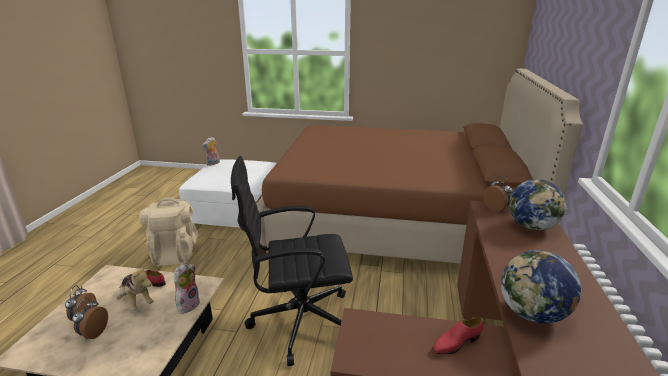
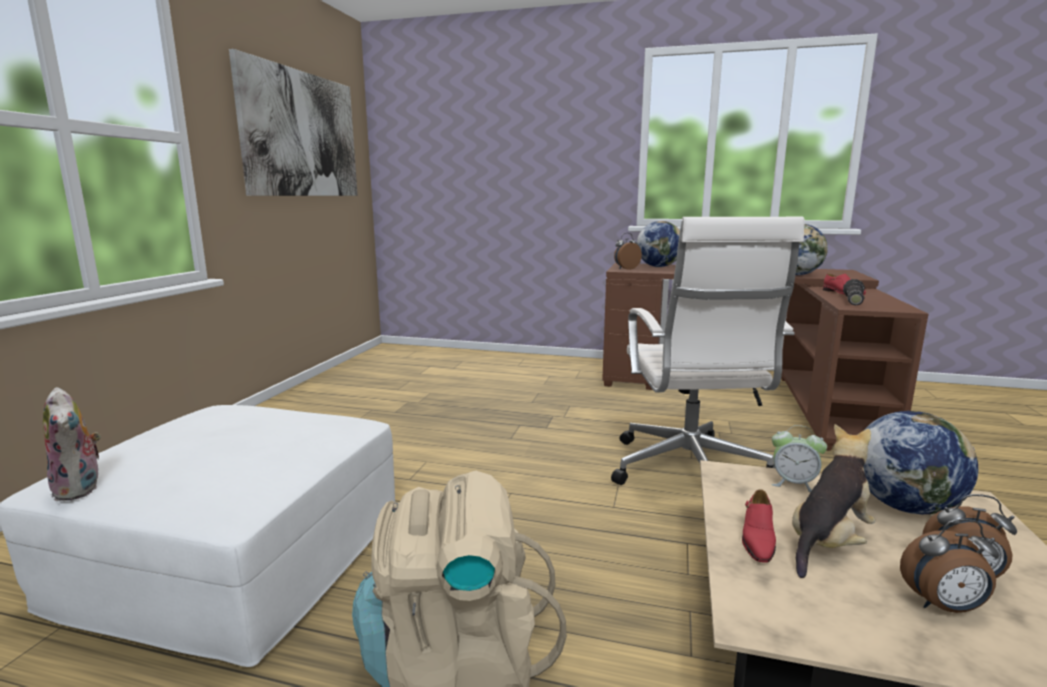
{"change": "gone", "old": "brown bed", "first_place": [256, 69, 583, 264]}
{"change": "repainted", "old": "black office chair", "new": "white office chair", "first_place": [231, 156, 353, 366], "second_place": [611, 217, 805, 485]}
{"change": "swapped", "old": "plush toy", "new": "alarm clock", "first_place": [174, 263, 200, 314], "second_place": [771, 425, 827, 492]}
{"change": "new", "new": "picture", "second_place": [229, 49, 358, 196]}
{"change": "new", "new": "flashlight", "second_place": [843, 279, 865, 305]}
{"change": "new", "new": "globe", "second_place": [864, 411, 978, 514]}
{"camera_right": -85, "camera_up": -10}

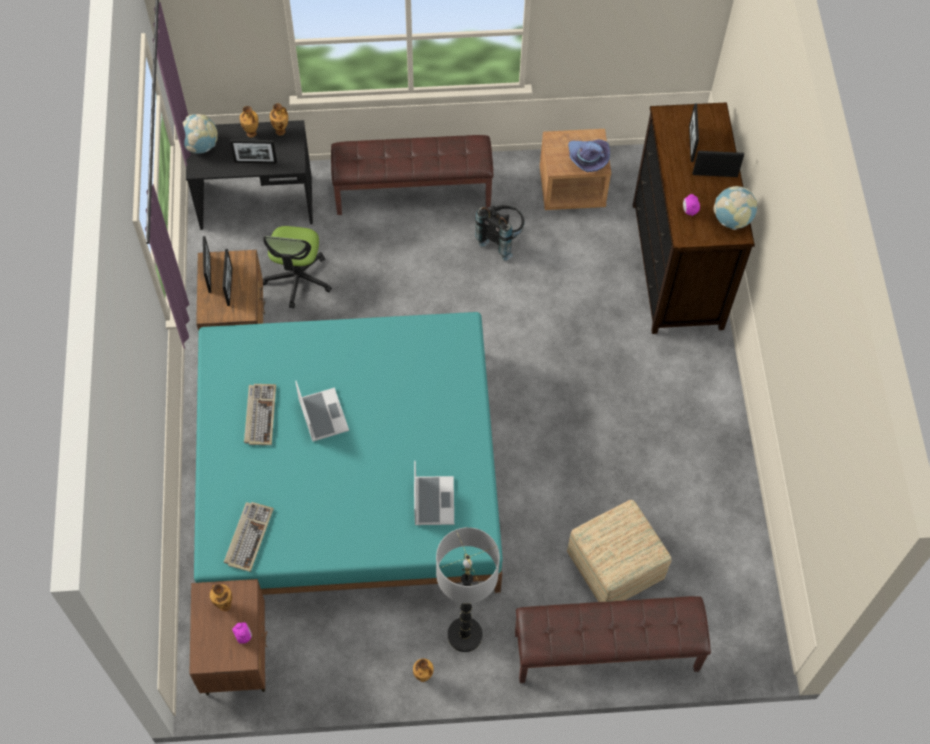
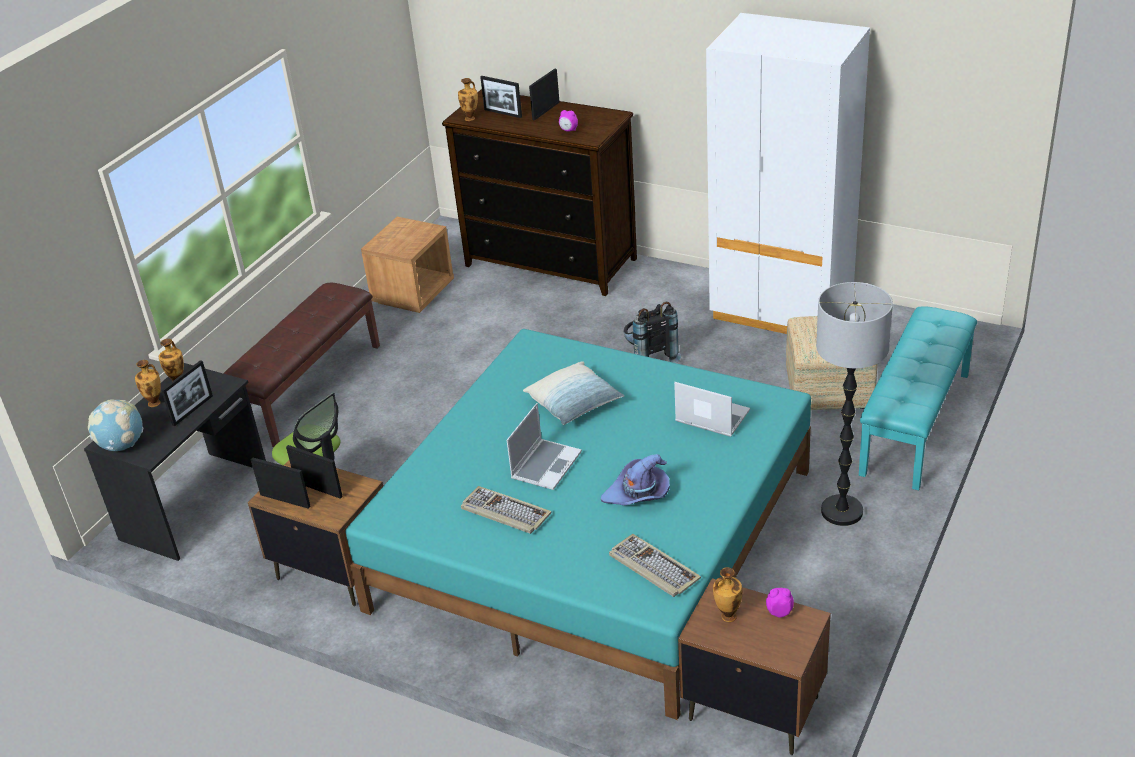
{"change": "shifted", "old": "purple hat", "first_place": [568, 139, 610, 172], "second_place": [601, 454, 670, 506]}
{"change": "gone", "old": "globe", "first_place": [713, 186, 757, 230]}
{"change": "shifted", "old": "black backpack", "first_place": [475, 205, 525, 261], "second_place": [624, 302, 681, 363]}
{"change": "rotated", "old": "laptop", "first_place": [295, 381, 349, 442], "second_place": [507, 403, 582, 490], "degrees": 105}
{"change": "repainted", "old": "brown bench", "new": "turquoise bench", "first_place": [515, 596, 711, 683], "second_place": [859, 307, 977, 490]}
{"change": "shifted", "old": "vase", "first_place": [413, 659, 434, 682], "second_place": [458, 78, 478, 121]}
{"change": "new", "new": "white wardrobe", "second_place": [706, 13, 870, 334]}
{"change": "new", "new": "pillow", "second_place": [523, 361, 624, 425]}
{"camera_right": -55, "camera_up": -25}

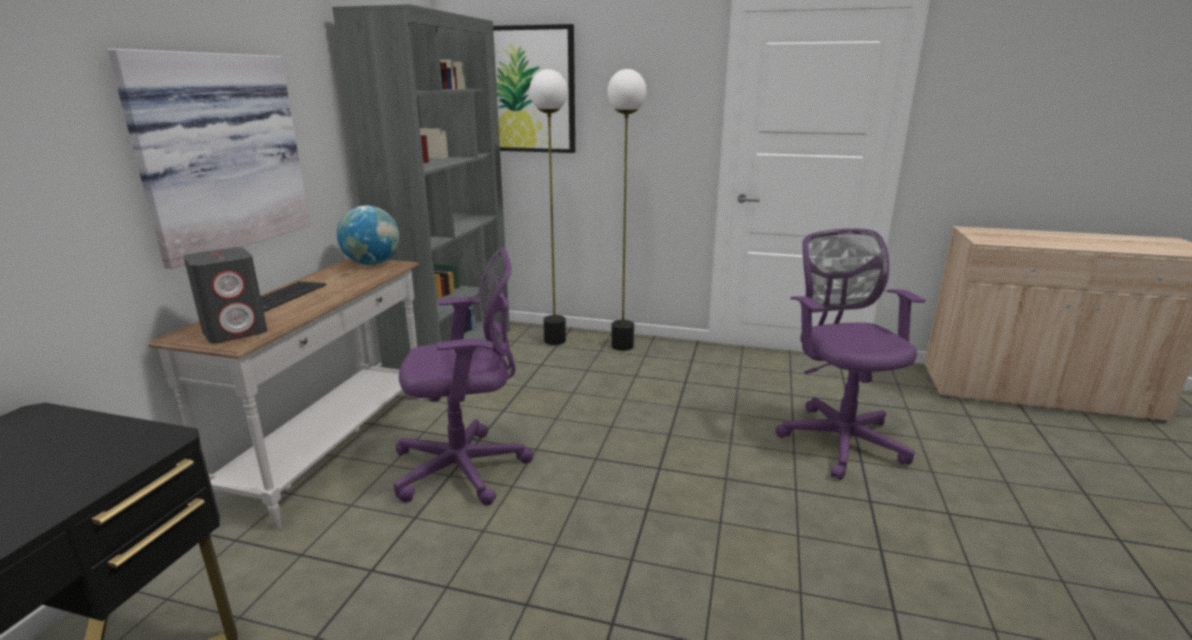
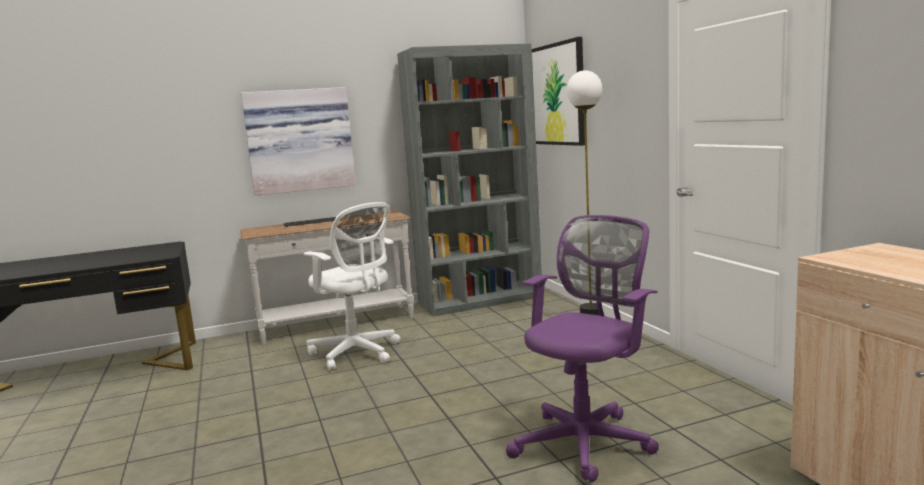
{"change": "gone", "old": "floor lamp", "first_place": [529, 69, 568, 345]}
{"change": "gone", "old": "globe", "first_place": [337, 206, 400, 265]}
{"change": "gone", "old": "grey speaker", "first_place": [183, 247, 267, 344]}
{"change": "repainted", "old": "purple office chair", "new": "white office chair", "first_place": [393, 247, 533, 506], "second_place": [303, 202, 400, 371]}
{"camera_right": 55, "camera_up": -10}

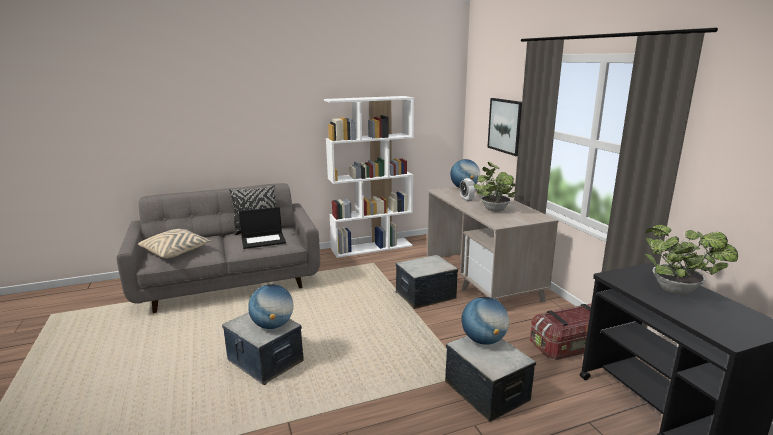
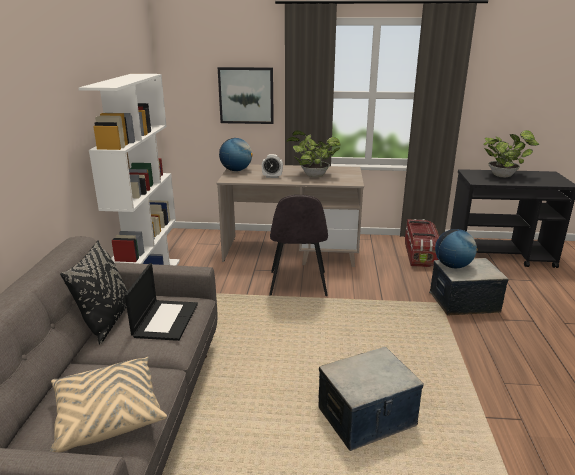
{"change": "swapped", "old": "storage box", "new": "grey chair", "first_place": [395, 255, 458, 309], "second_place": [269, 195, 328, 296]}
{"change": "gone", "old": "globe", "first_place": [248, 284, 294, 329]}
{"camera_right": -65, "camera_up": 5}

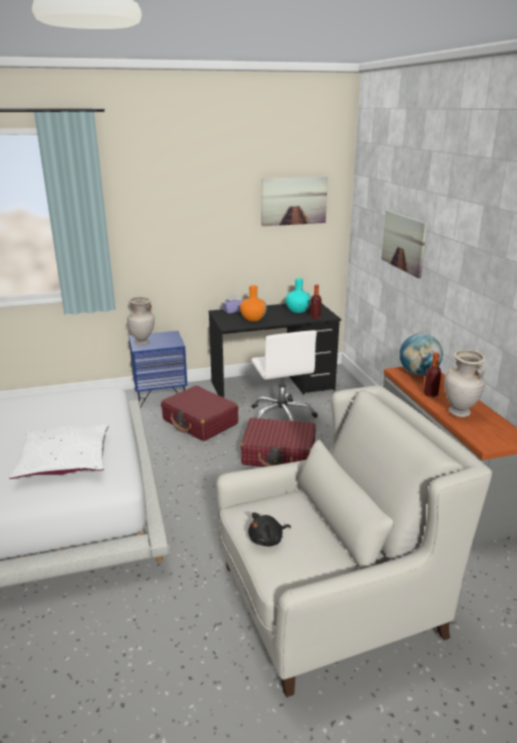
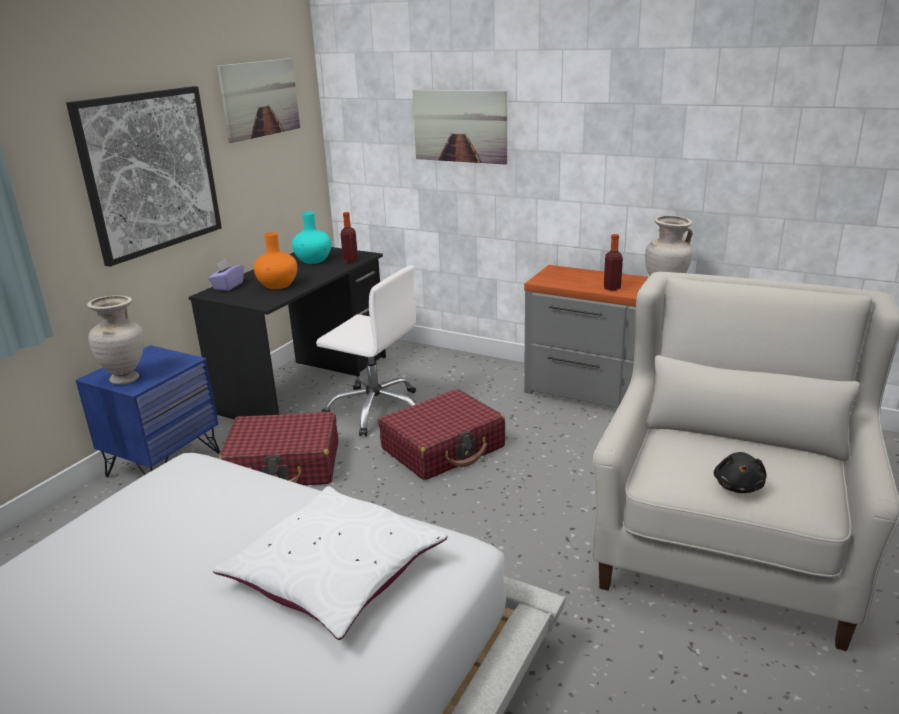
{"change": "gone", "old": "globe", "first_place": [399, 333, 443, 375]}
{"change": "new", "new": "picture", "second_place": [66, 86, 222, 267]}
{"camera_right": -45, "camera_up": 0}

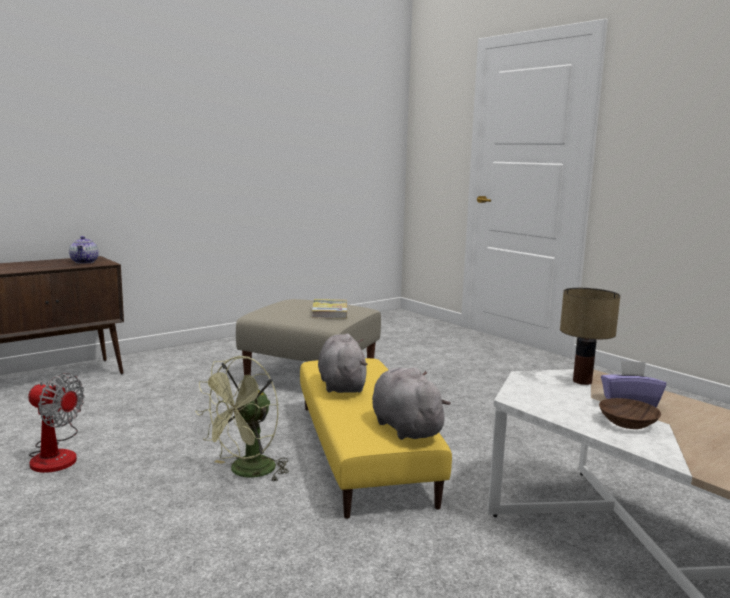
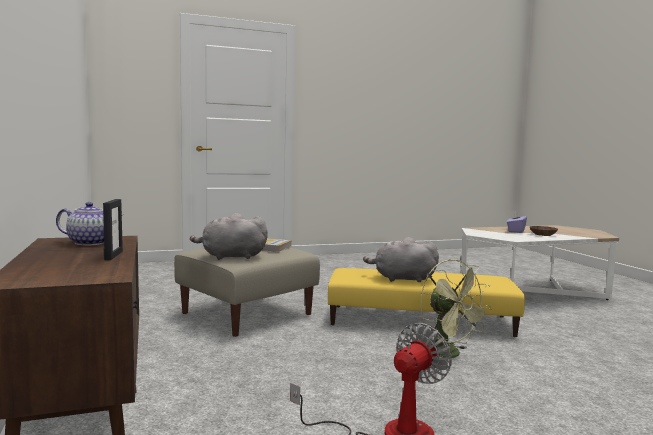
{"change": "gone", "old": "table lamp", "first_place": [560, 288, 620, 385]}
{"change": "shifted", "old": "grey plush toy", "first_place": [372, 367, 451, 440], "second_place": [190, 213, 268, 260]}
{"change": "new", "new": "picture frame", "second_place": [103, 199, 123, 260]}
{"camera_right": -70, "camera_up": -5}

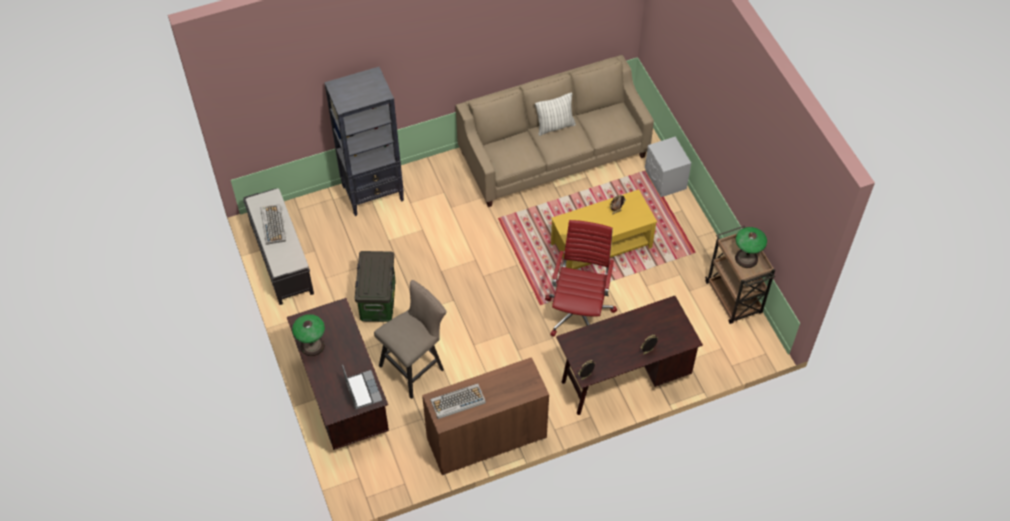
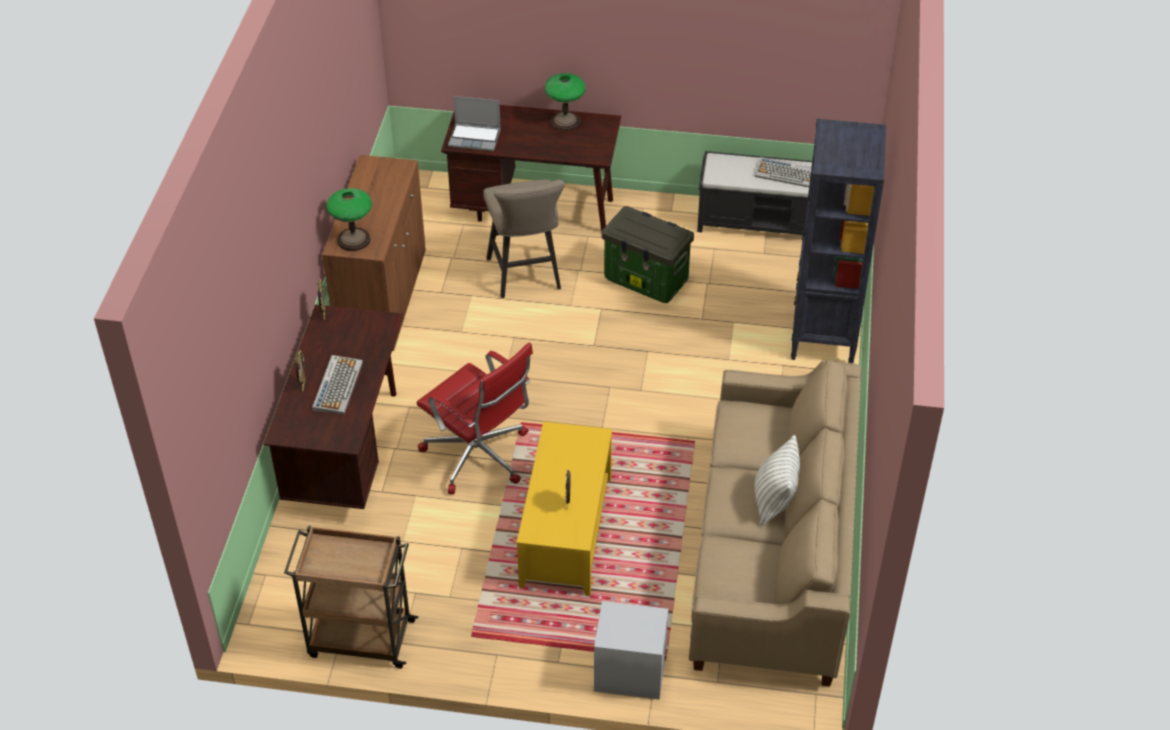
{"change": "shifted", "old": "table lamp", "first_place": [735, 227, 767, 268], "second_place": [327, 188, 372, 251]}
{"change": "shifted", "old": "keyboard", "first_place": [430, 384, 486, 419], "second_place": [312, 355, 363, 415]}
{"camera_right": 120, "camera_up": -10}

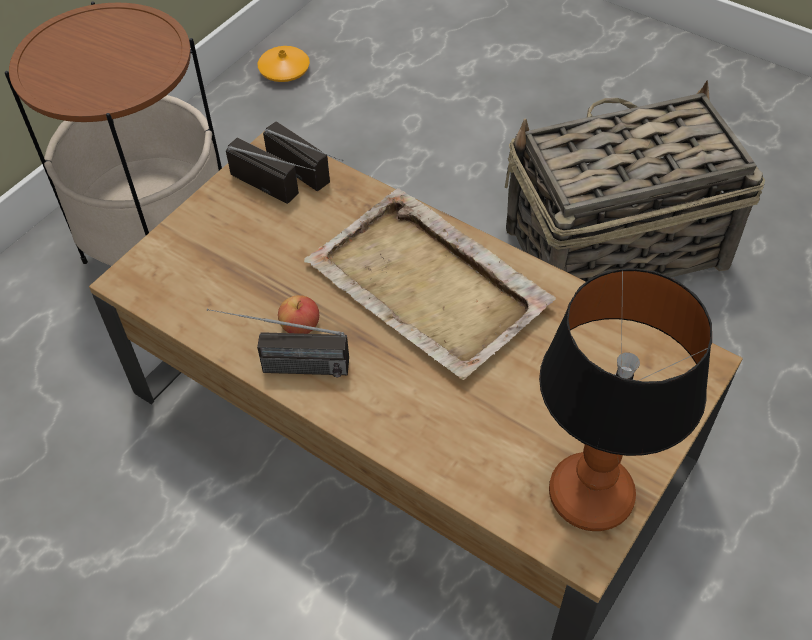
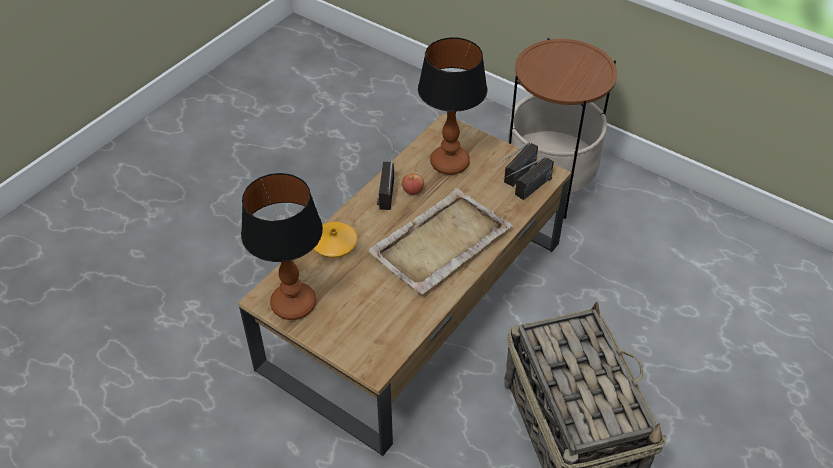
{"change": "shifted", "old": "orange vase", "first_place": [258, 46, 310, 82], "second_place": [314, 222, 357, 258]}
{"change": "new", "new": "table lamp", "second_place": [418, 37, 487, 175]}
{"camera_right": 90, "camera_up": -5}

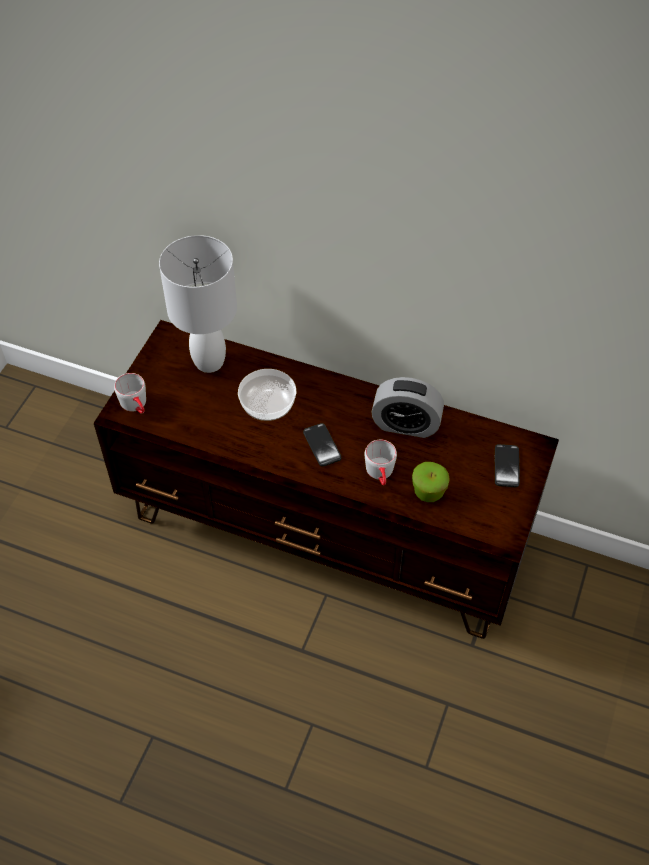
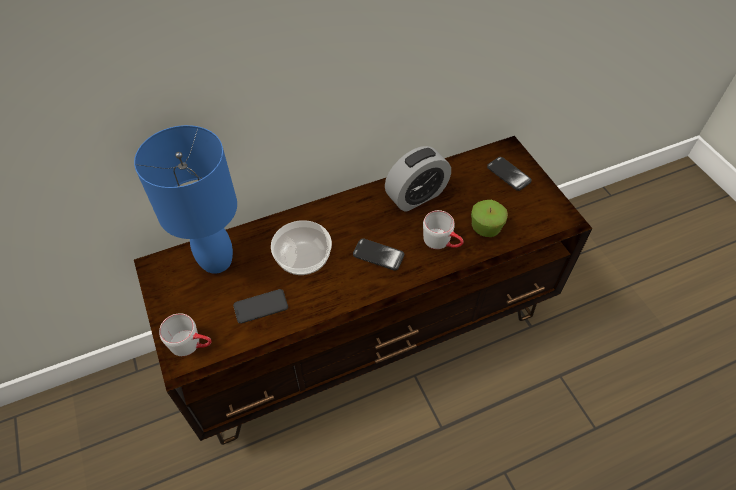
{"change": "repainted", "old": "white table lamp", "new": "blue table lamp", "first_place": [159, 235, 237, 373], "second_place": [134, 125, 237, 274]}
{"change": "new", "new": "phone", "second_place": [233, 289, 288, 324]}
{"camera_right": -45, "camera_up": 0}

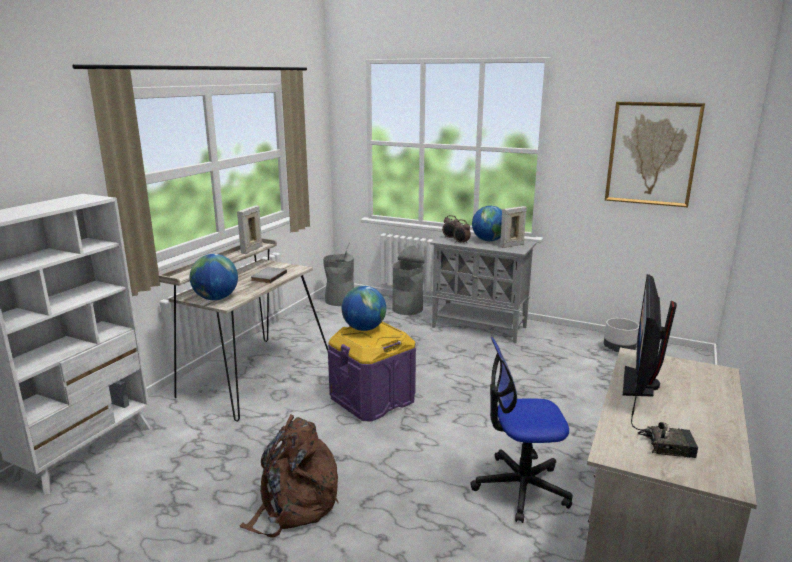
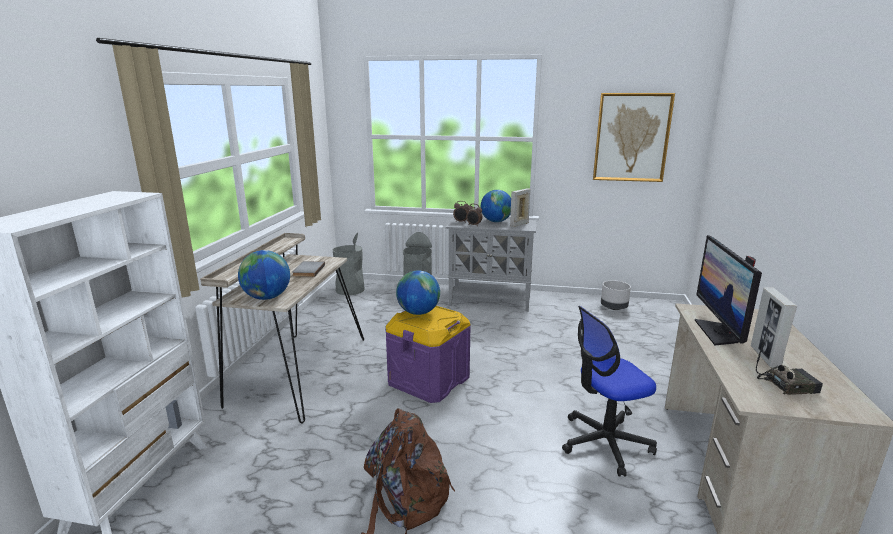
{"change": "shifted", "old": "picture frame", "first_place": [237, 205, 262, 254], "second_place": [751, 287, 797, 369]}
{"camera_right": -15, "camera_up": 0}

